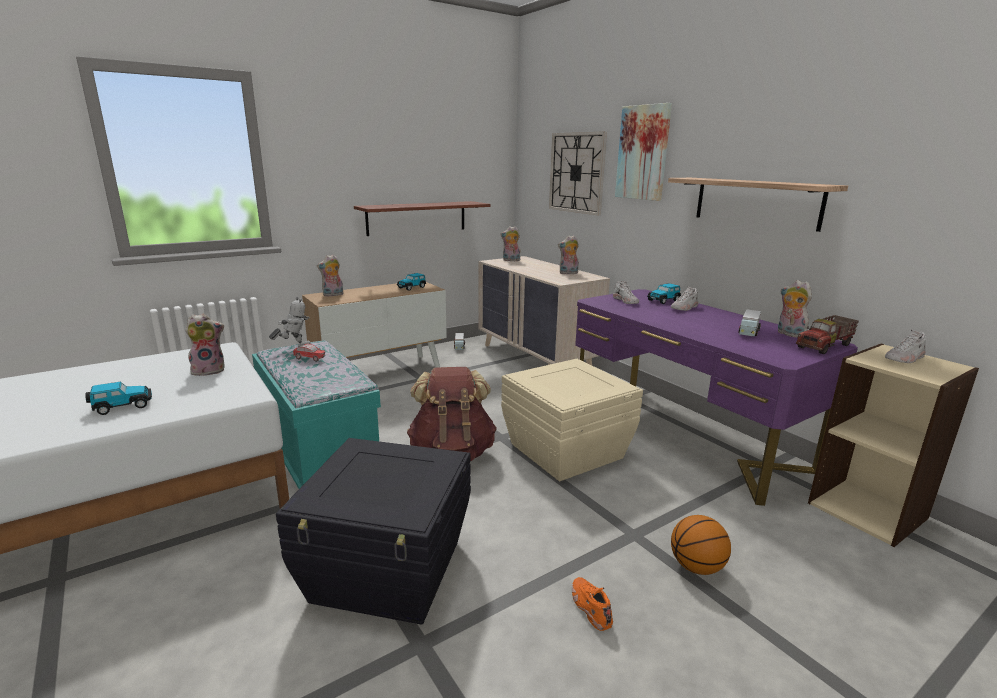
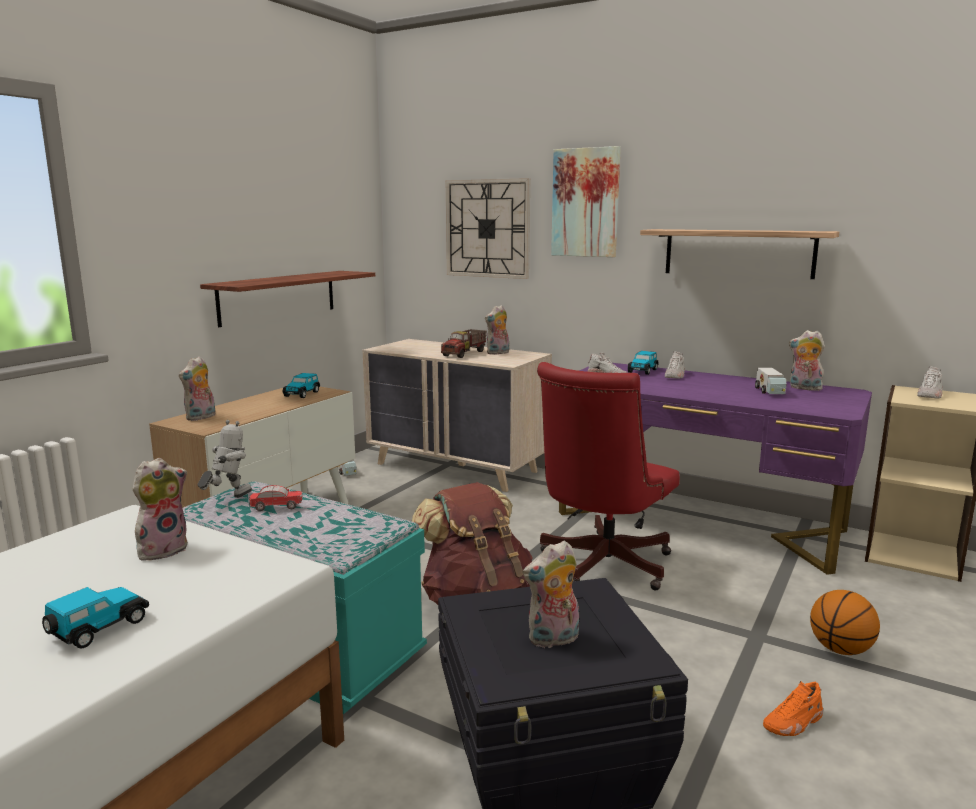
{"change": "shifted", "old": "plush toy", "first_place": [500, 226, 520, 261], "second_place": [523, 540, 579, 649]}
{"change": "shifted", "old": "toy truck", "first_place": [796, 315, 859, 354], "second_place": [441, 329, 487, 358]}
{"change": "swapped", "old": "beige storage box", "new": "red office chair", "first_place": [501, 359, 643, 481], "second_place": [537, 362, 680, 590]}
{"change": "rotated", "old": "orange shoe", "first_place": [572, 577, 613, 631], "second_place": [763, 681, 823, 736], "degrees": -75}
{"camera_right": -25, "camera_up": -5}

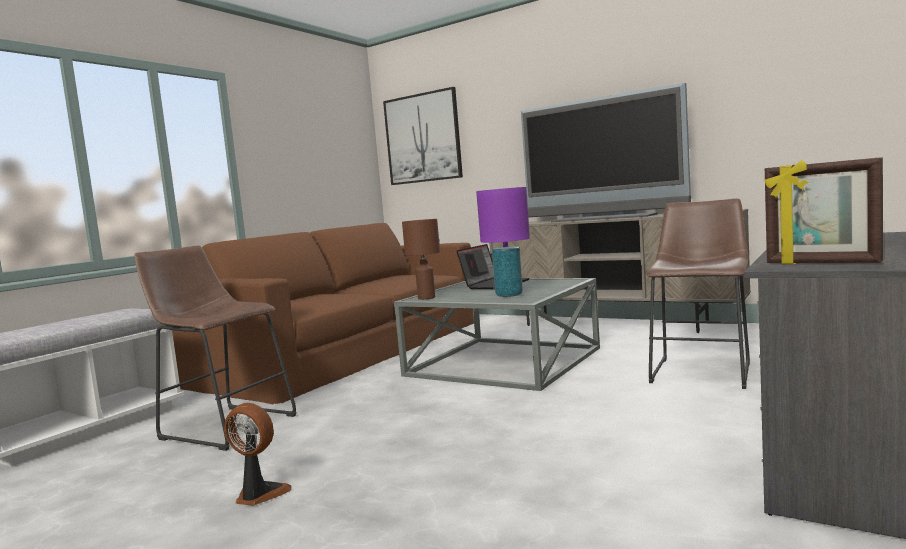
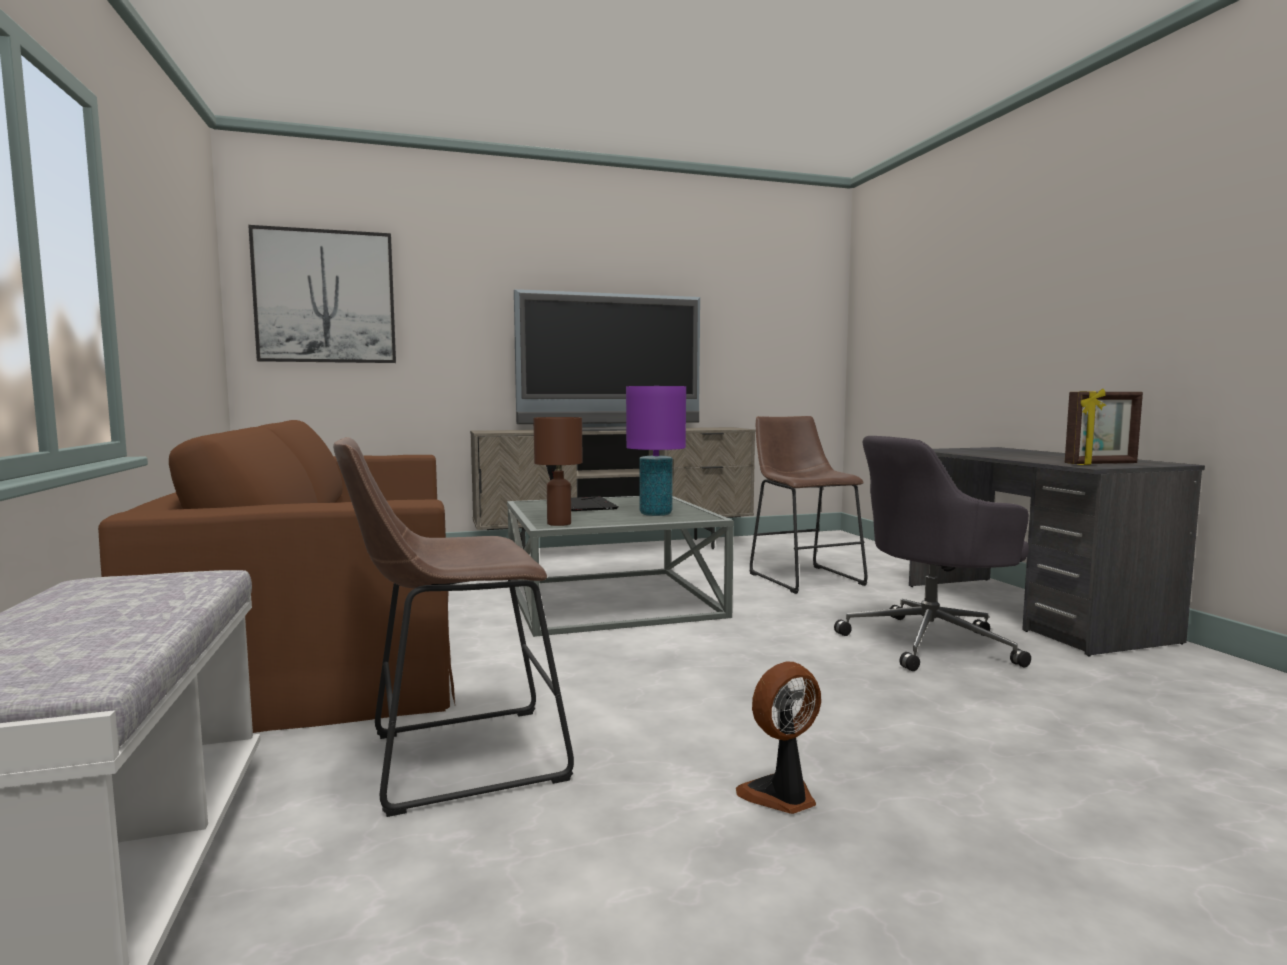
{"change": "new", "new": "grey office chair", "second_place": [834, 436, 1031, 671]}
{"camera_right": -50, "camera_up": 0}

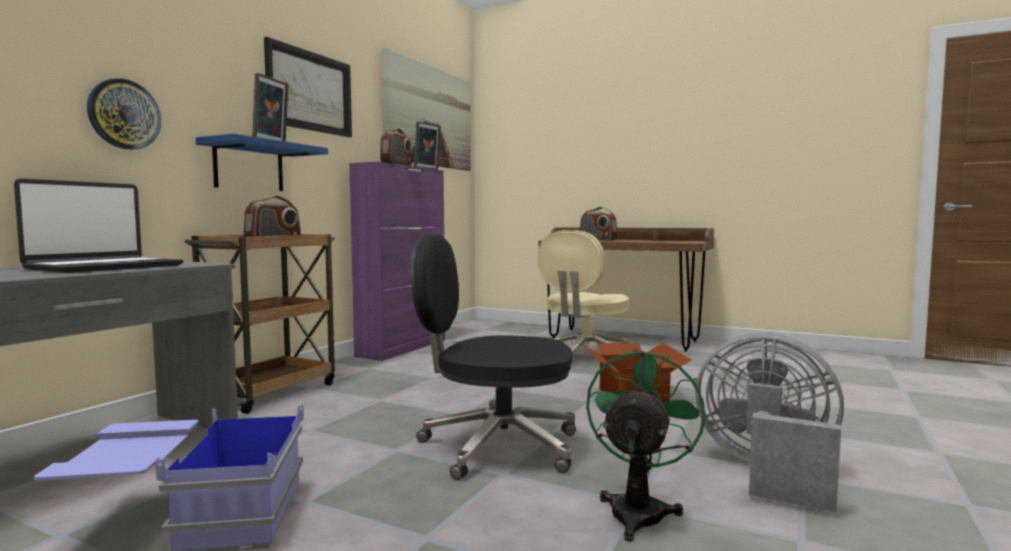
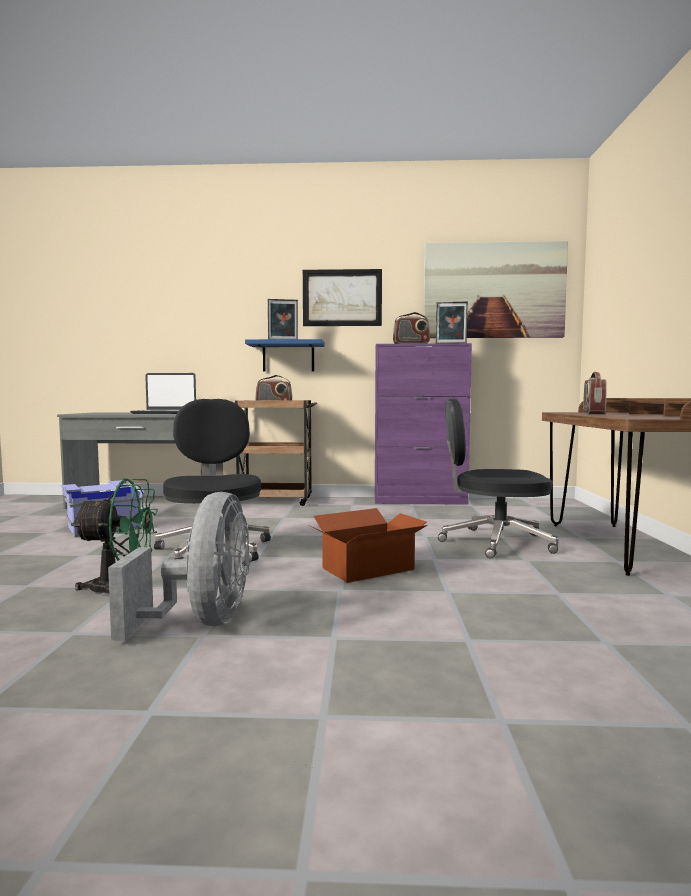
{"change": "gone", "old": "wall clock", "first_place": [87, 78, 161, 150]}
{"change": "repainted", "old": "beige office chair", "new": "black office chair", "first_place": [538, 230, 629, 354], "second_place": [438, 399, 559, 558]}
{"camera_right": 65, "camera_up": 0}

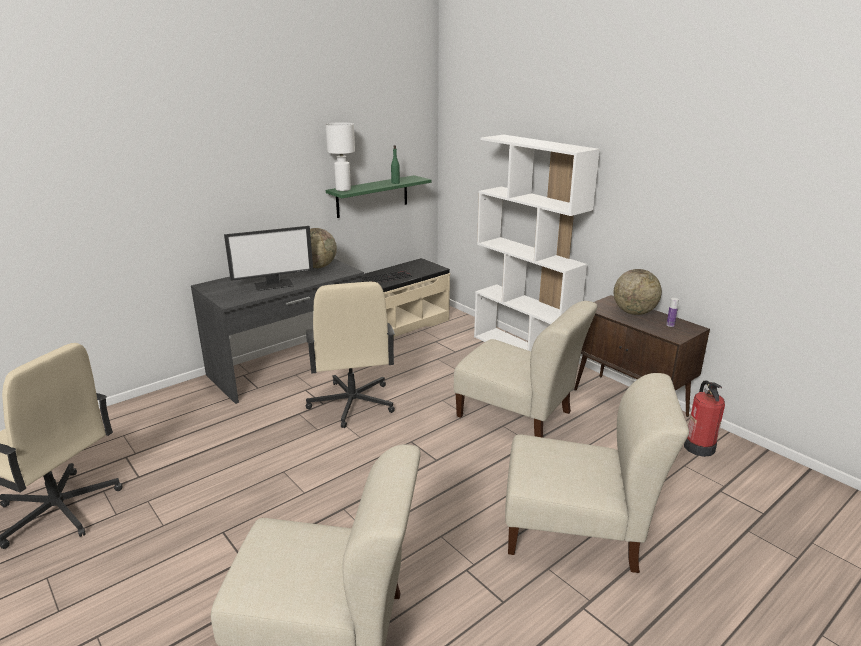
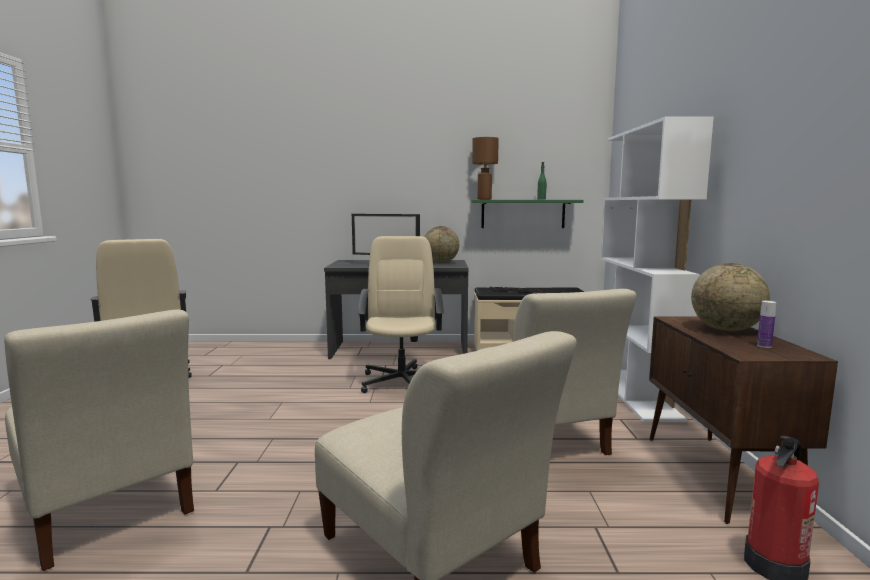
{"change": "repainted", "old": "white table lamp", "new": "brown table lamp", "first_place": [325, 122, 355, 191], "second_place": [472, 137, 499, 200]}
{"change": "rotated", "old": "beige office chair", "first_place": [305, 282, 395, 428], "second_place": [358, 236, 444, 393], "degrees": 150}
{"camera_right": 40, "camera_up": -15}

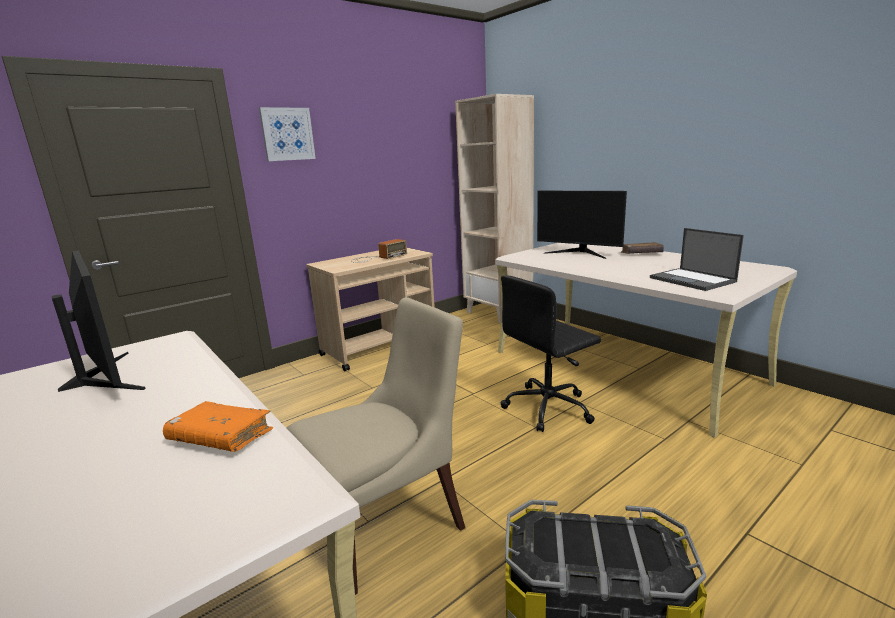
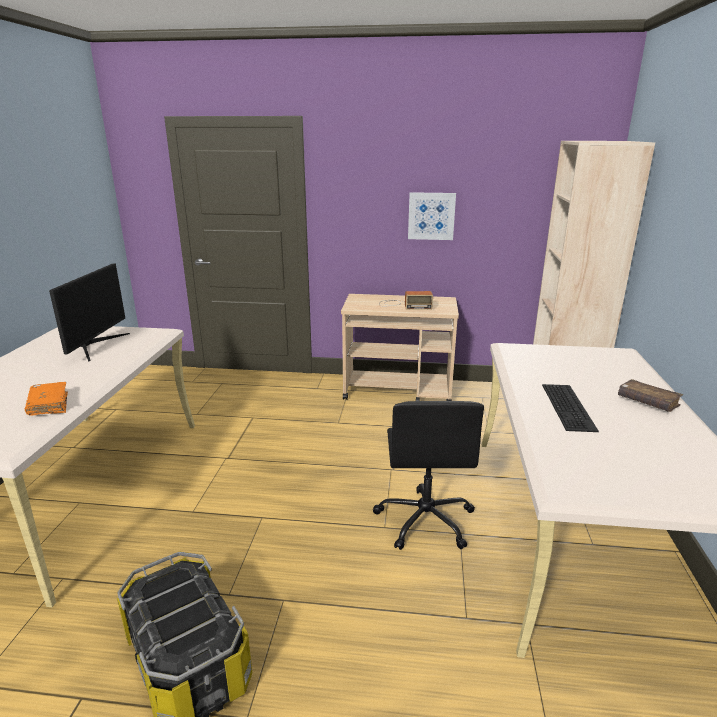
{"change": "shifted", "old": "picture", "first_place": [259, 107, 316, 161], "second_place": [408, 192, 456, 240]}
{"change": "gone", "old": "monitor", "first_place": [537, 191, 627, 259]}
{"change": "gone", "old": "laptop", "first_place": [650, 228, 744, 291]}
{"change": "rotated", "old": "black office chair", "first_place": [500, 275, 601, 432], "second_place": [373, 401, 484, 550], "degrees": -105}
{"change": "gone", "old": "beige chair", "first_place": [286, 297, 465, 595]}
{"change": "new", "new": "keyboard", "second_place": [542, 384, 599, 432]}
{"camera_right": 45, "camera_up": 5}

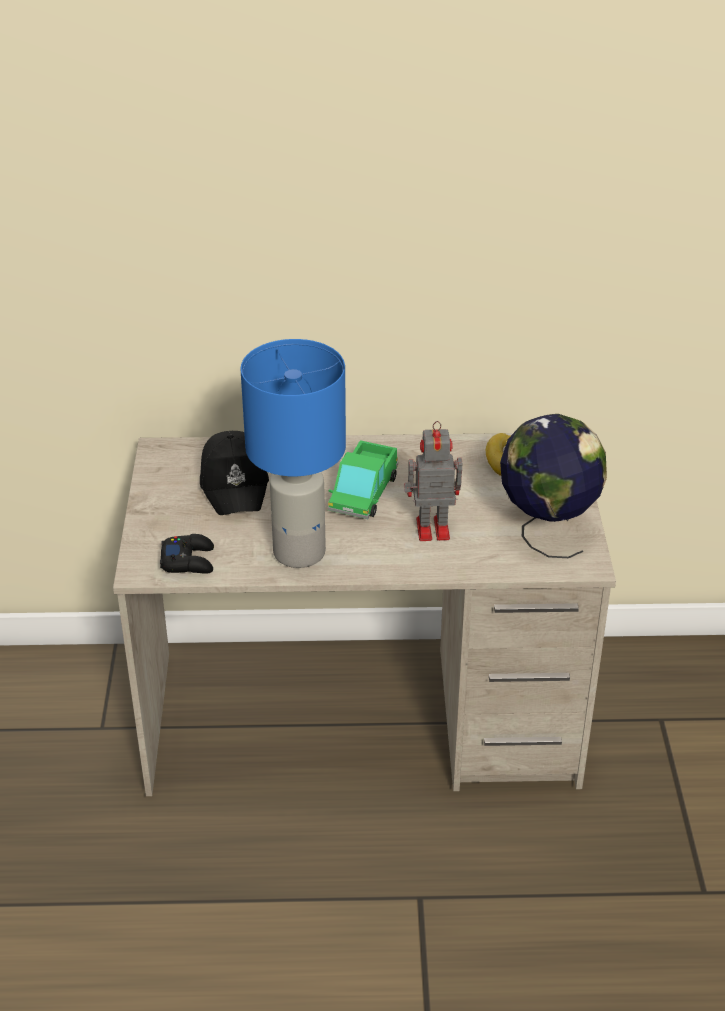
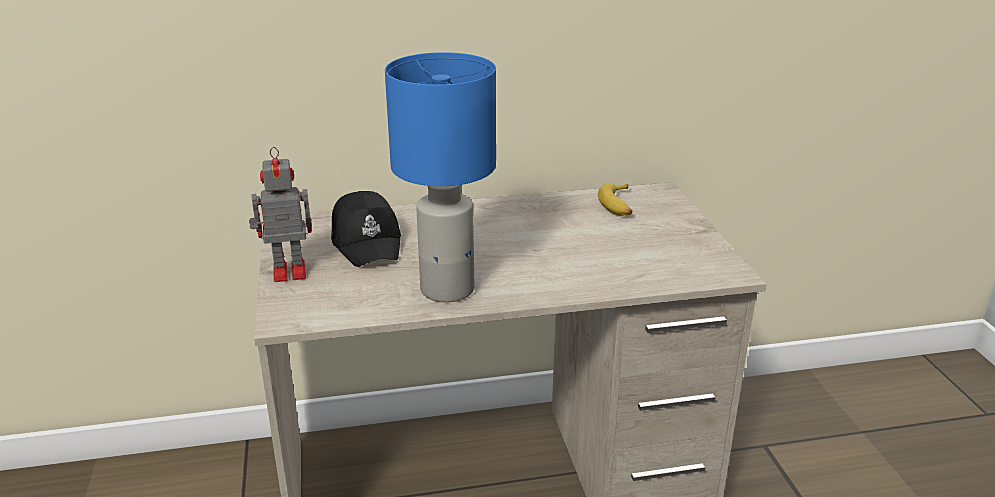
{"change": "gone", "old": "globe", "first_place": [500, 414, 607, 558]}
{"change": "shifted", "old": "toy robot", "first_place": [404, 421, 462, 541], "second_place": [249, 147, 312, 282]}
{"change": "gone", "old": "toy truck", "first_place": [328, 440, 398, 519]}
{"change": "gone", "old": "black game controller", "first_place": [160, 534, 214, 574]}
{"camera_right": -10, "camera_up": -10}

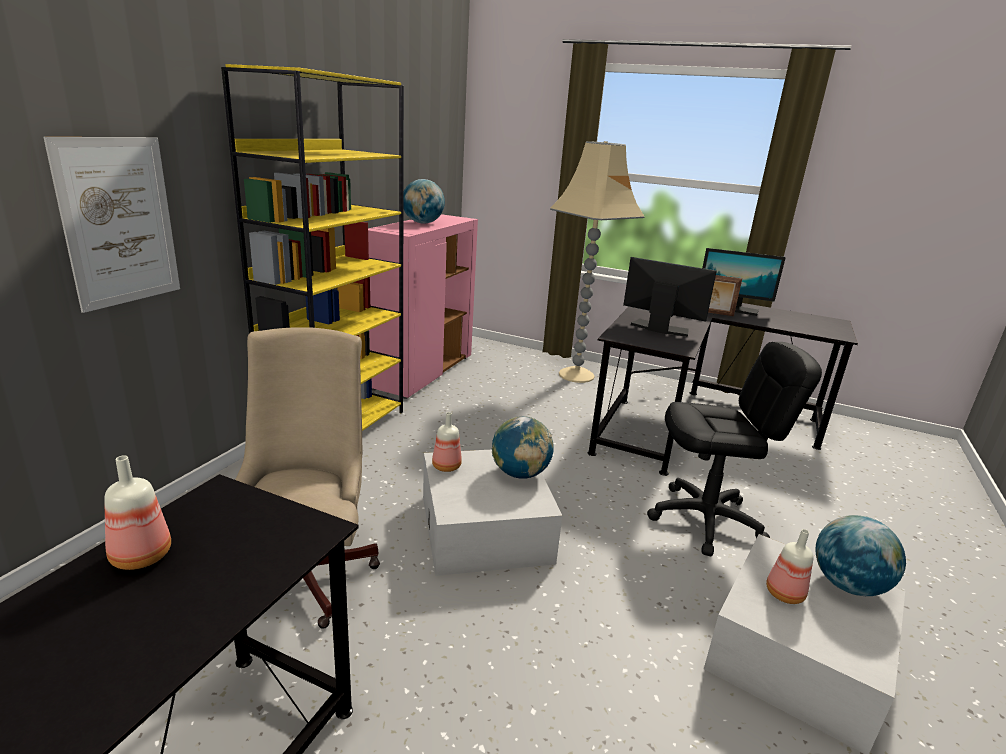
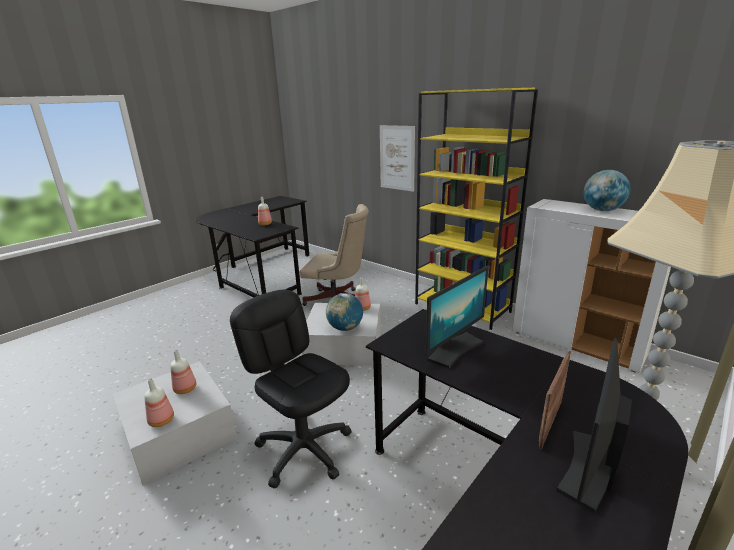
{"change": "repainted", "old": "pink cabinet", "new": "white cabinet", "first_place": [368, 214, 478, 399], "second_place": [512, 199, 671, 373]}
{"change": "rotated", "old": "black office chair", "first_place": [647, 342, 822, 556], "second_place": [230, 290, 352, 489], "degrees": 120}
{"change": "swapped", "old": "globe", "new": "bottle", "first_place": [815, 515, 906, 596], "second_place": [144, 378, 174, 427]}
{"camera_right": 110, "camera_up": 0}

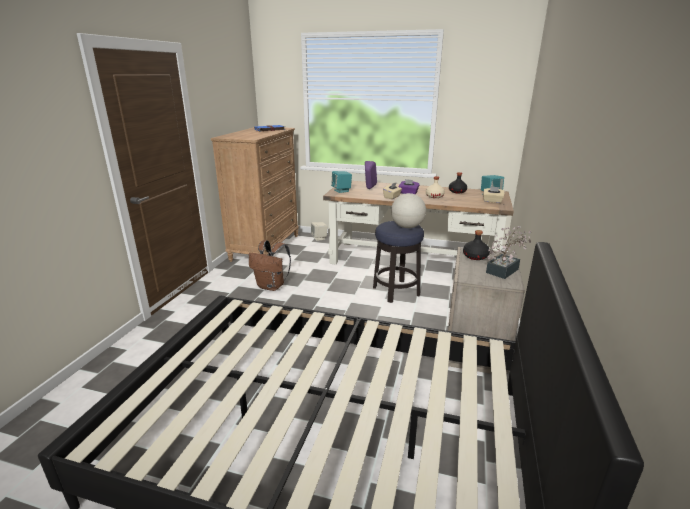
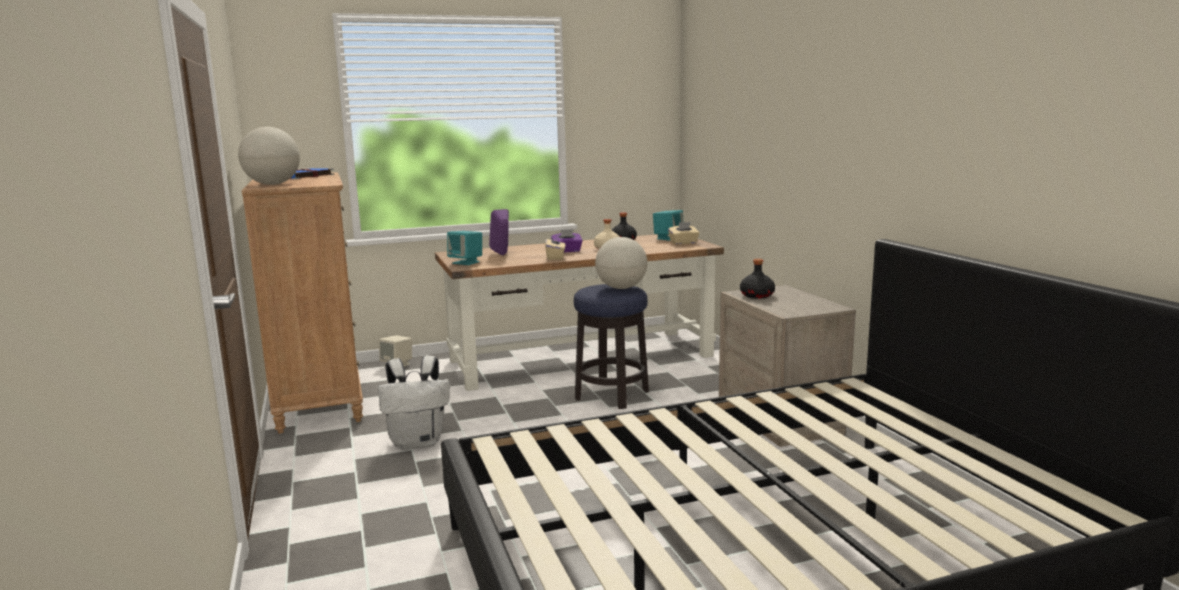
{"change": "gone", "old": "potted plant", "first_place": [486, 226, 532, 279]}
{"change": "repainted", "old": "brown backpack", "new": "white backpack", "first_place": [249, 240, 291, 291], "second_place": [378, 355, 450, 450]}
{"change": "new", "new": "globe", "second_place": [238, 127, 300, 185]}
{"camera_right": -35, "camera_up": -10}

